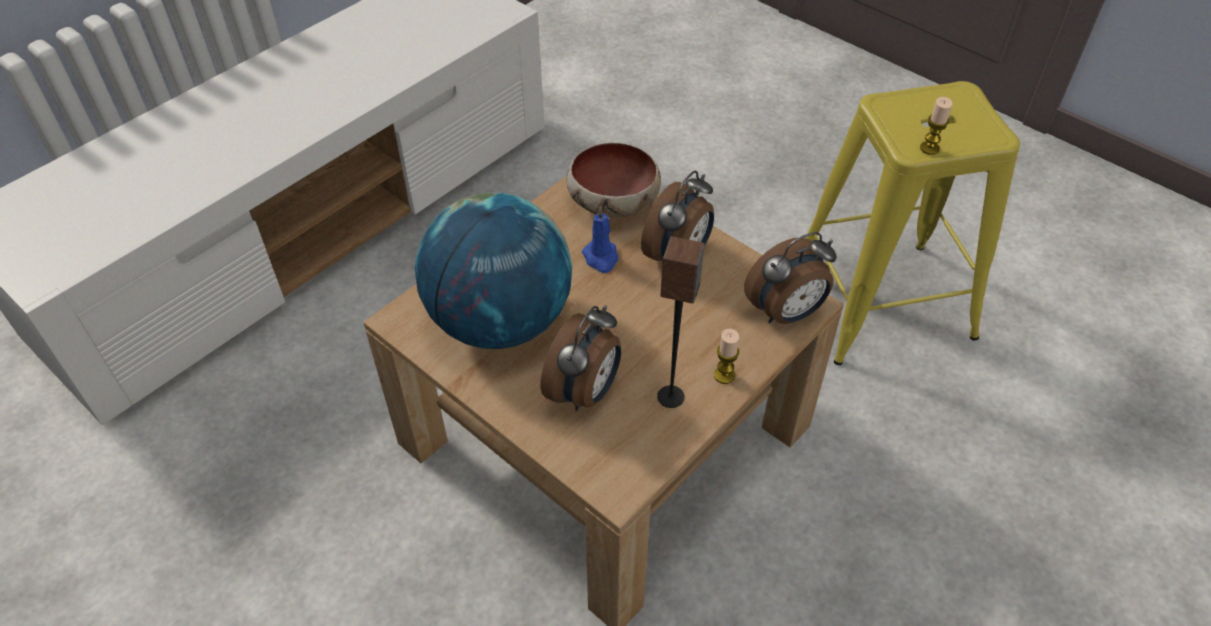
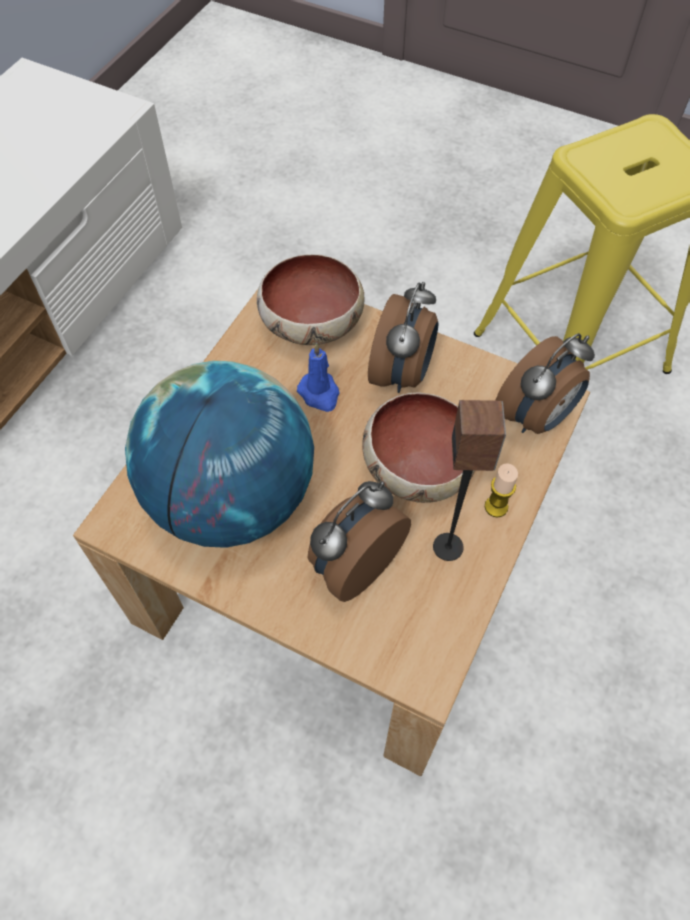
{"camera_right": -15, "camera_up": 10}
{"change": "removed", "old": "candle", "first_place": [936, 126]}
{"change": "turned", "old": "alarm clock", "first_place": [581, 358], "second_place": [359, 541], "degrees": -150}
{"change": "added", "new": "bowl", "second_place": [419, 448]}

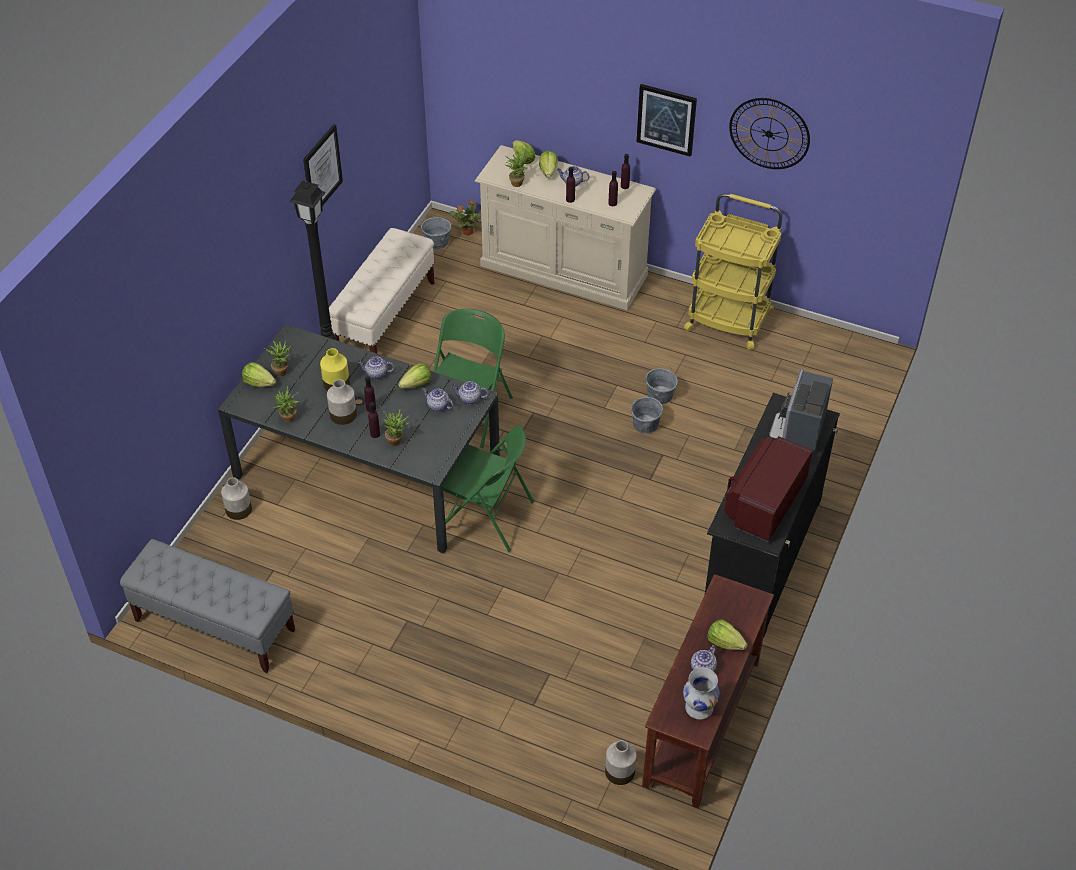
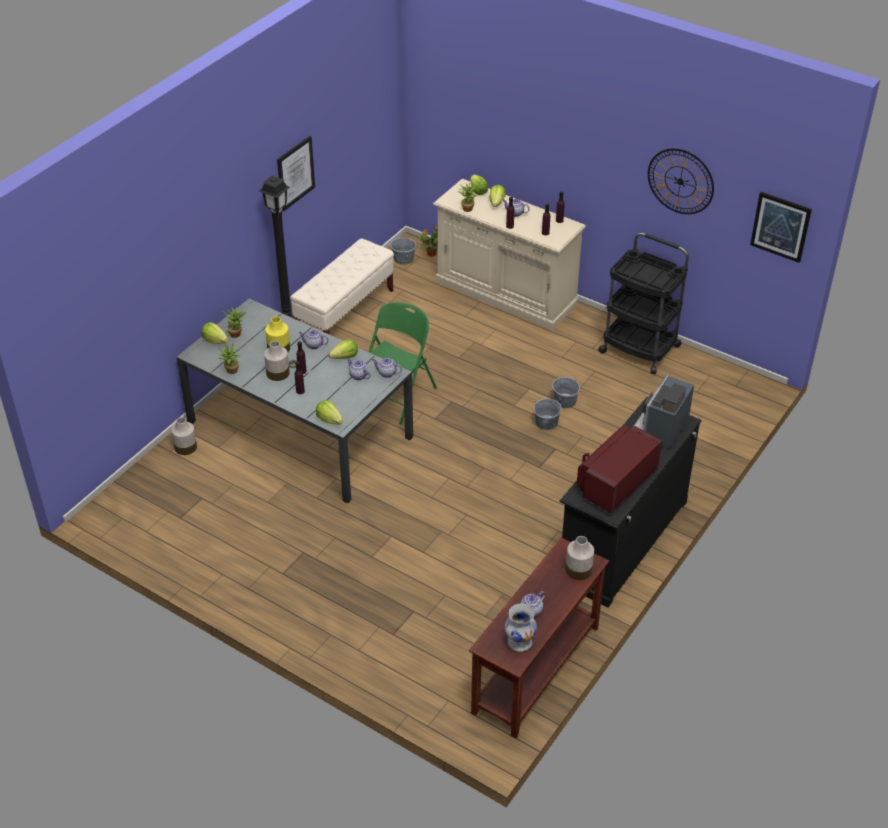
{"camera_right": 10, "camera_up": -5}
{"change": "moved", "old": "picture", "first_place": [667, 120], "second_place": [781, 227]}
{"change": "recoloured", "old": "yellow cart", "new": "black cart", "first_place": [733, 271], "second_place": [643, 303]}
{"change": "removed", "old": "potted plant", "first_place": [396, 428]}
{"change": "removed", "old": "green chair", "first_place": [488, 488]}
{"change": "removed", "old": "grey bench", "first_place": [207, 606]}
{"change": "moved", "old": "lettuce", "first_place": [727, 634], "second_place": [329, 412]}
{"change": "moved", "old": "beige vase", "first_place": [620, 762], "second_place": [579, 558]}

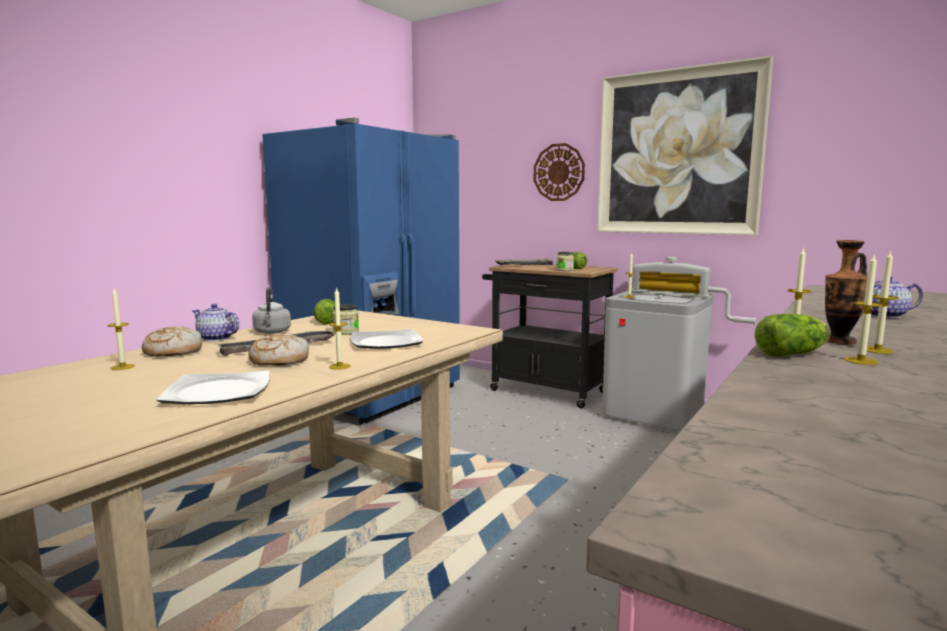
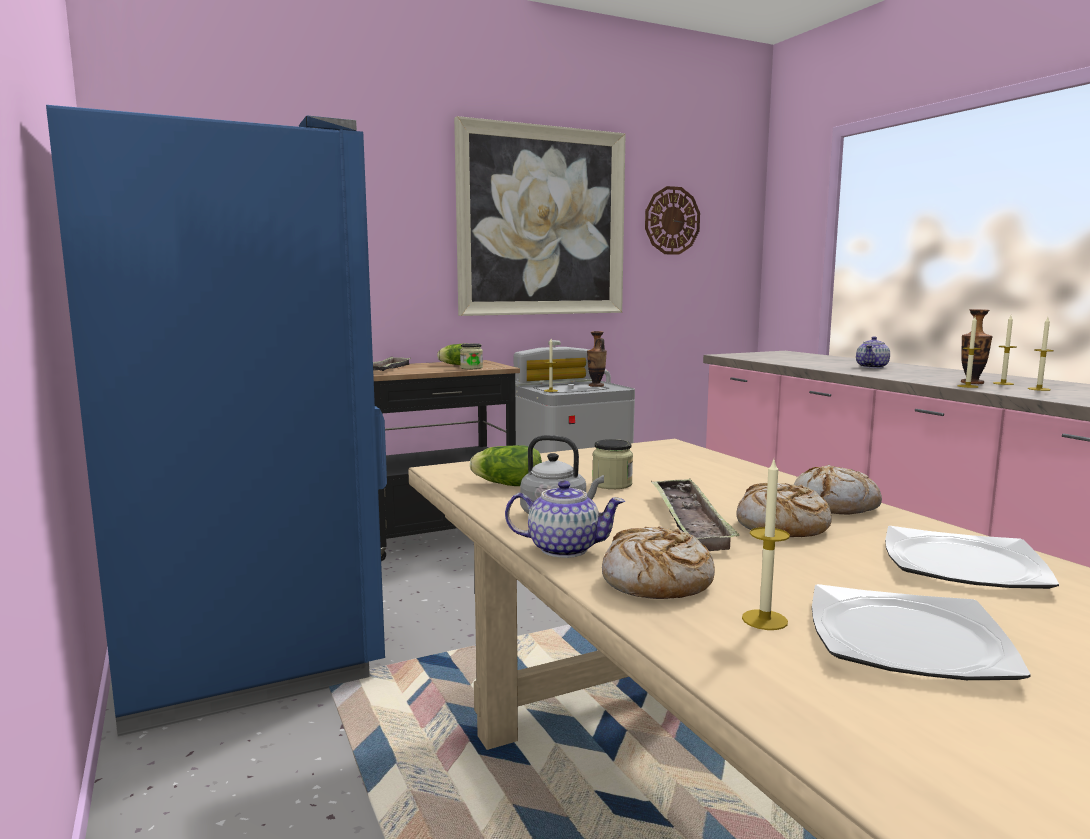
{"camera_right": -60, "camera_up": 0}
{"change": "moved", "old": "wall clock", "first_place": [559, 172], "second_place": [672, 220]}
{"change": "replaced", "old": "candle", "new": "bread", "first_place": [340, 328], "second_place": [837, 489]}
{"change": "turned", "old": "teapot", "first_place": [215, 322], "second_place": [565, 519], "degrees": -135}
{"change": "removed", "old": "lettuce", "first_place": [793, 335]}
{"change": "moved", "old": "plate", "first_place": [387, 339], "second_place": [921, 632]}
{"change": "added", "new": "vase", "second_place": [597, 359]}

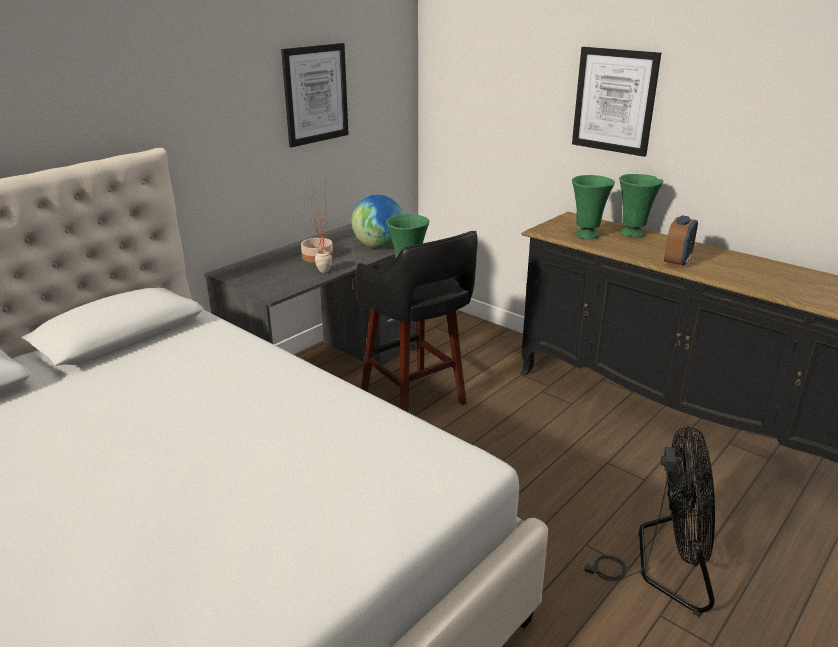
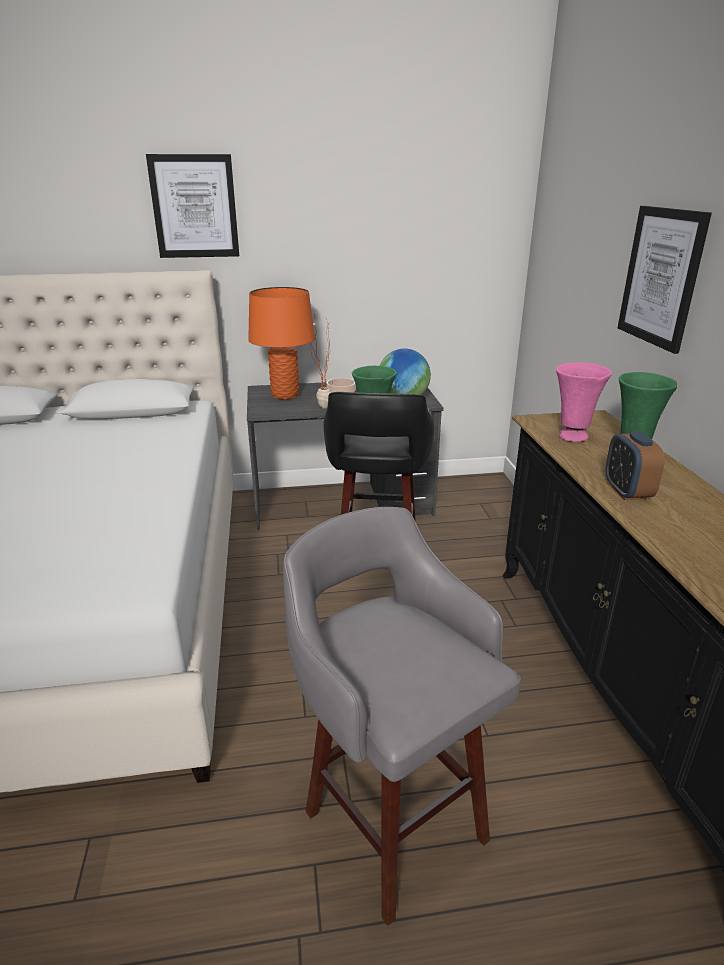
{"camera_right": 40, "camera_up": 0}
{"change": "moved", "old": "picture", "first_place": [315, 95], "second_place": [192, 206]}
{"change": "recoloured", "old": "green vase", "new": "pink vase", "first_place": [593, 207], "second_place": [584, 402]}
{"change": "turned", "old": "alarm clock", "first_place": [681, 241], "second_place": [635, 465], "degrees": 105}
{"change": "replaced", "old": "black fan", "new": "grey stool", "first_place": [648, 521], "second_place": [402, 716]}
{"change": "added", "new": "orange table lamp", "second_place": [281, 343]}

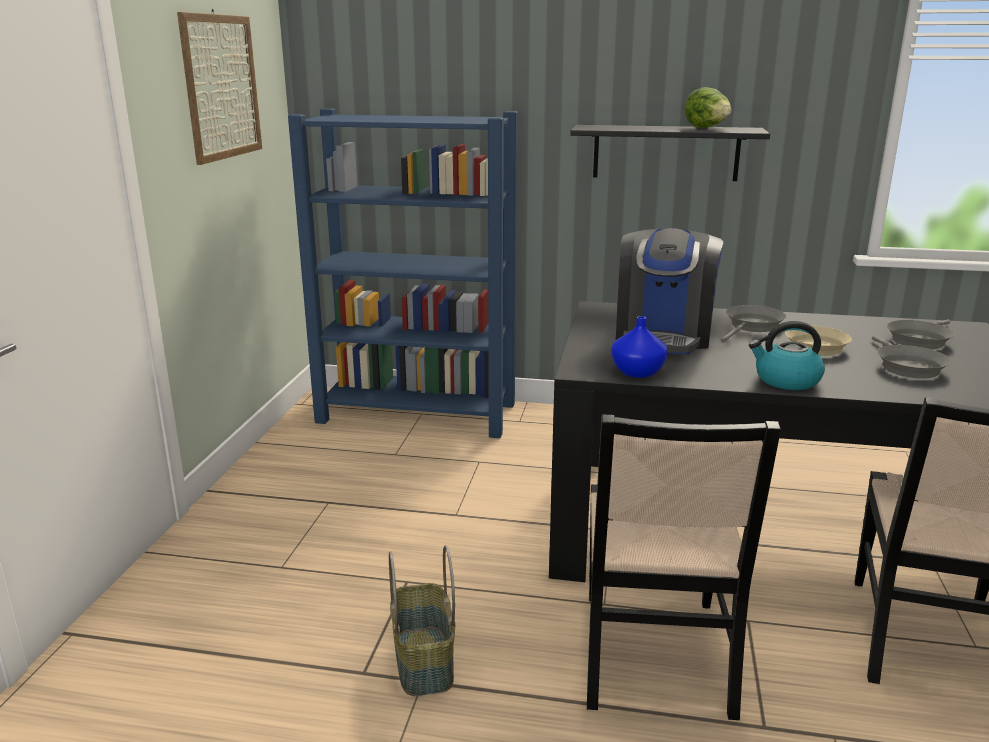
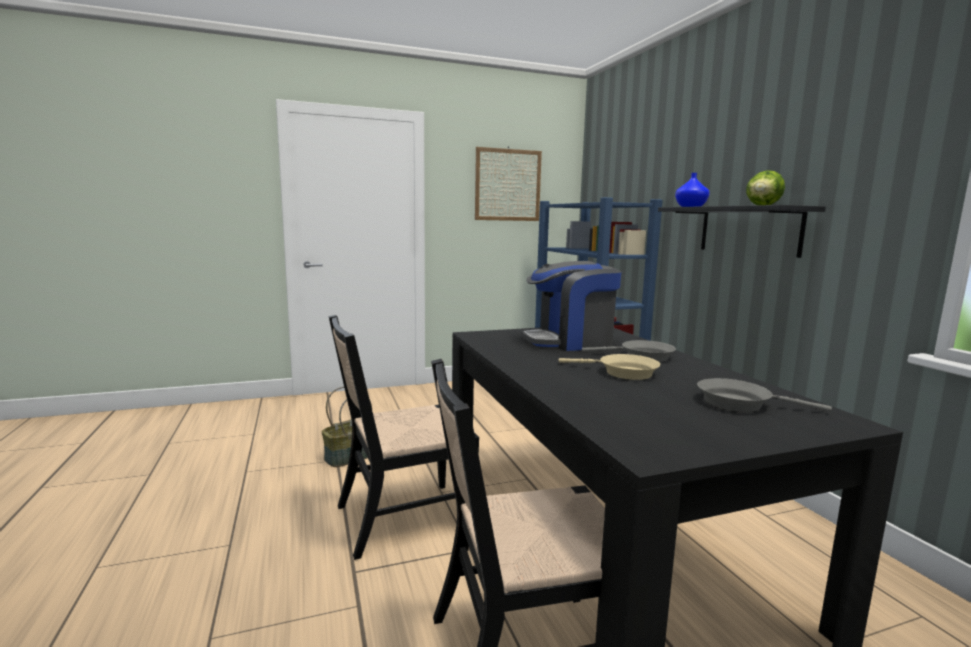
{"camera_right": 60, "camera_up": -10}
{"change": "moved", "old": "blue vase", "first_place": [639, 347], "second_place": [692, 190]}
{"change": "removed", "old": "kettle", "first_place": [787, 355]}
{"change": "removed", "old": "grey frying pan", "first_place": [911, 357]}

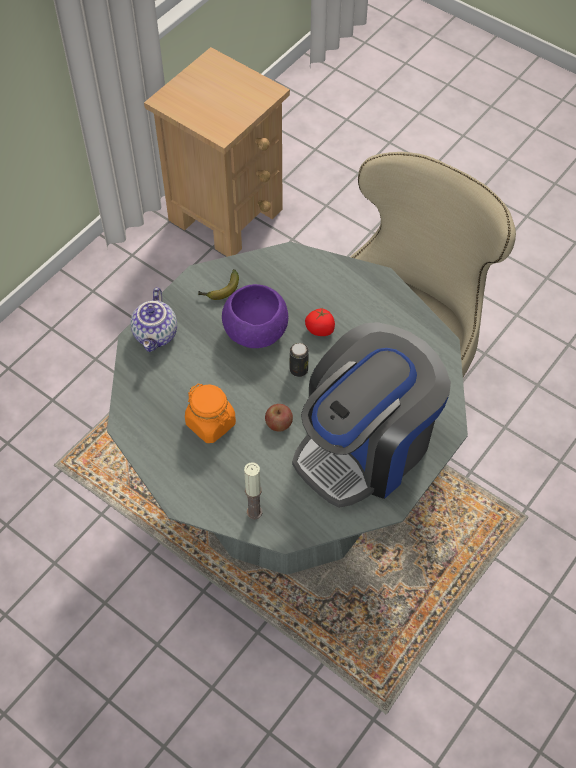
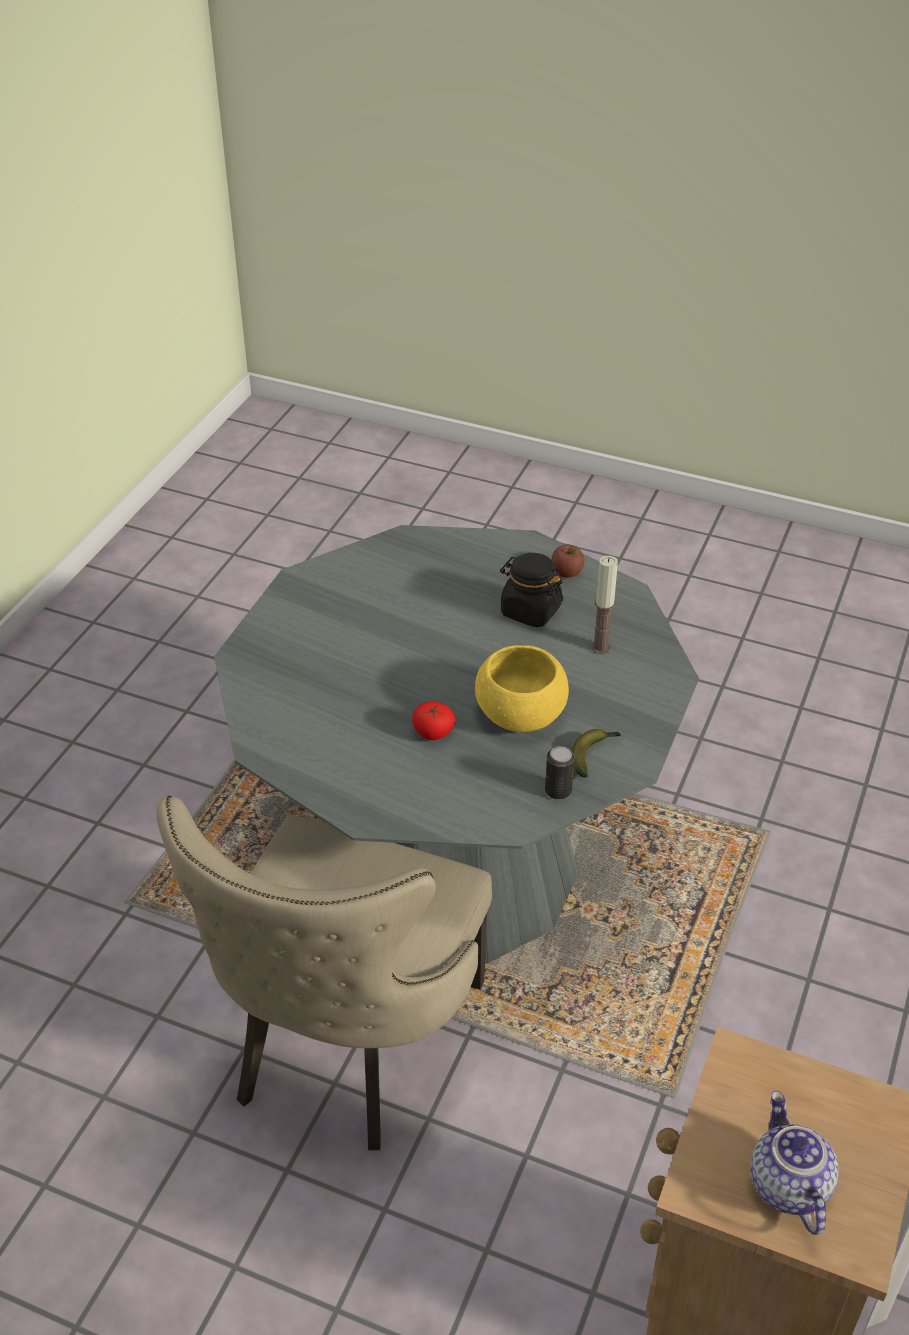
{"camera_right": 165, "camera_up": -15}
{"change": "recoloured", "old": "purple bowl", "new": "yellow bowl", "first_place": [255, 316], "second_place": [522, 688]}
{"change": "moved", "old": "teapot", "first_place": [154, 319], "second_place": [794, 1163]}
{"change": "removed", "old": "coffee machine", "first_place": [371, 415]}
{"change": "moved", "old": "can", "first_place": [299, 360], "second_place": [559, 773]}
{"change": "recoloured", "old": "orange jar", "new": "black jar", "first_place": [210, 413], "second_place": [531, 590]}
{"change": "moved", "old": "apple", "first_place": [279, 418], "second_place": [568, 561]}
{"change": "moved", "old": "candle", "first_place": [253, 490], "second_place": [604, 605]}

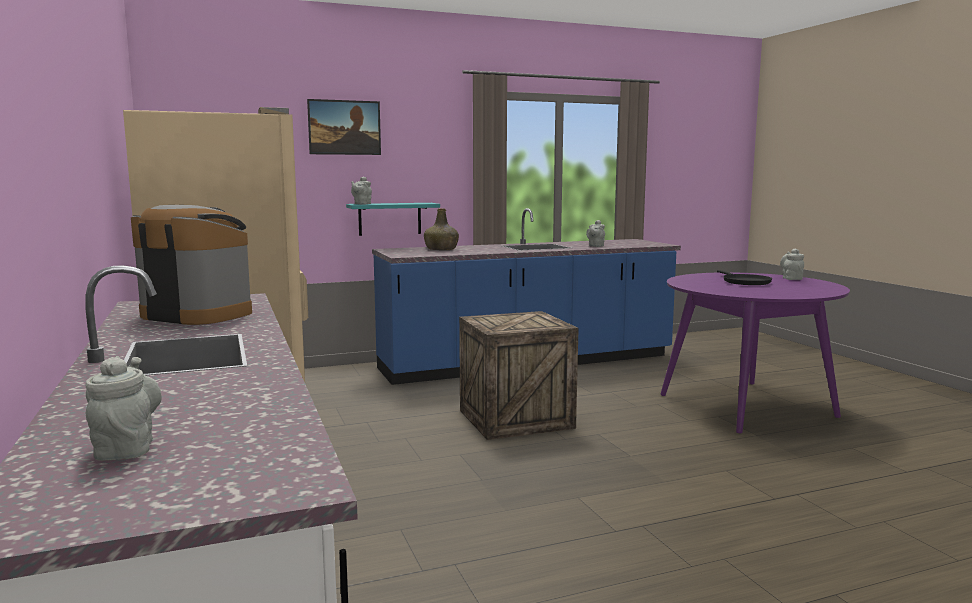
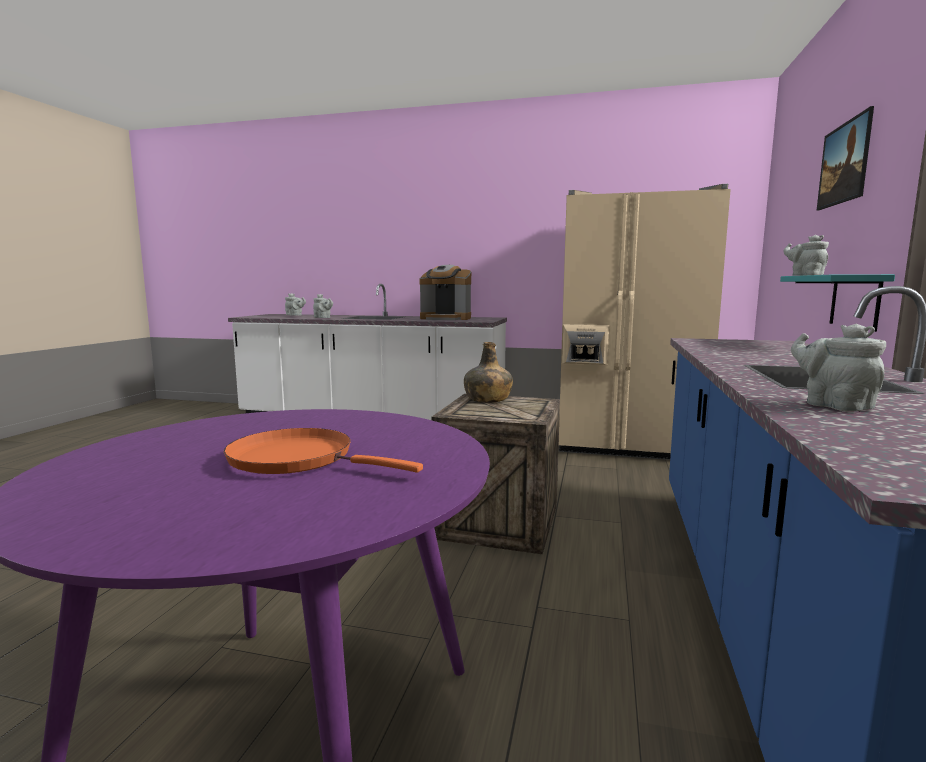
{"camera_right": 125, "camera_up": 0}
{"change": "turned", "old": "coffee machine", "first_place": [191, 265], "second_place": [445, 292], "degrees": 45}
{"change": "moved", "old": "green bottle", "first_place": [441, 229], "second_place": [488, 372]}
{"change": "moved", "old": "grey teapot", "first_place": [792, 264], "second_place": [323, 306]}
{"change": "recoloured", "old": "black frying pan", "new": "orange frying pan", "first_place": [744, 277], "second_place": [323, 451]}

